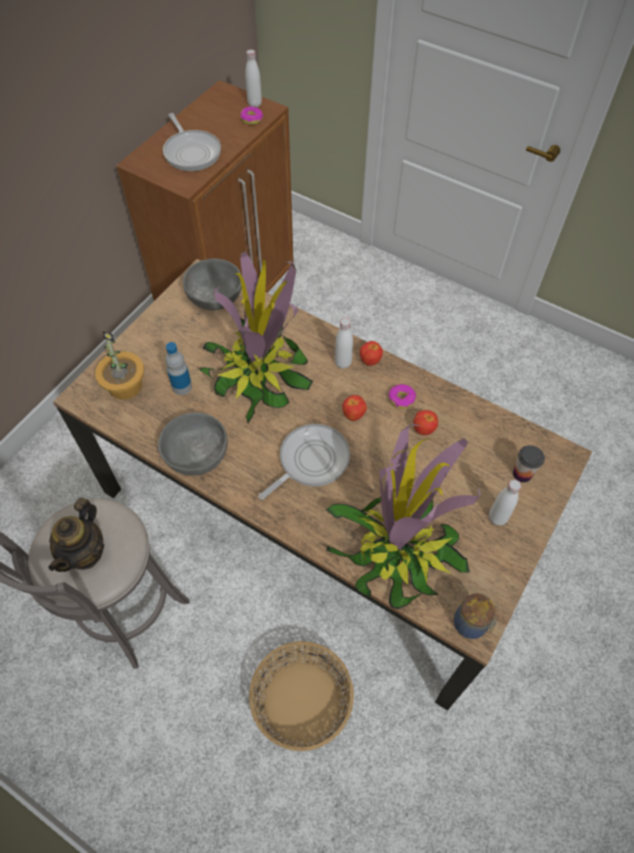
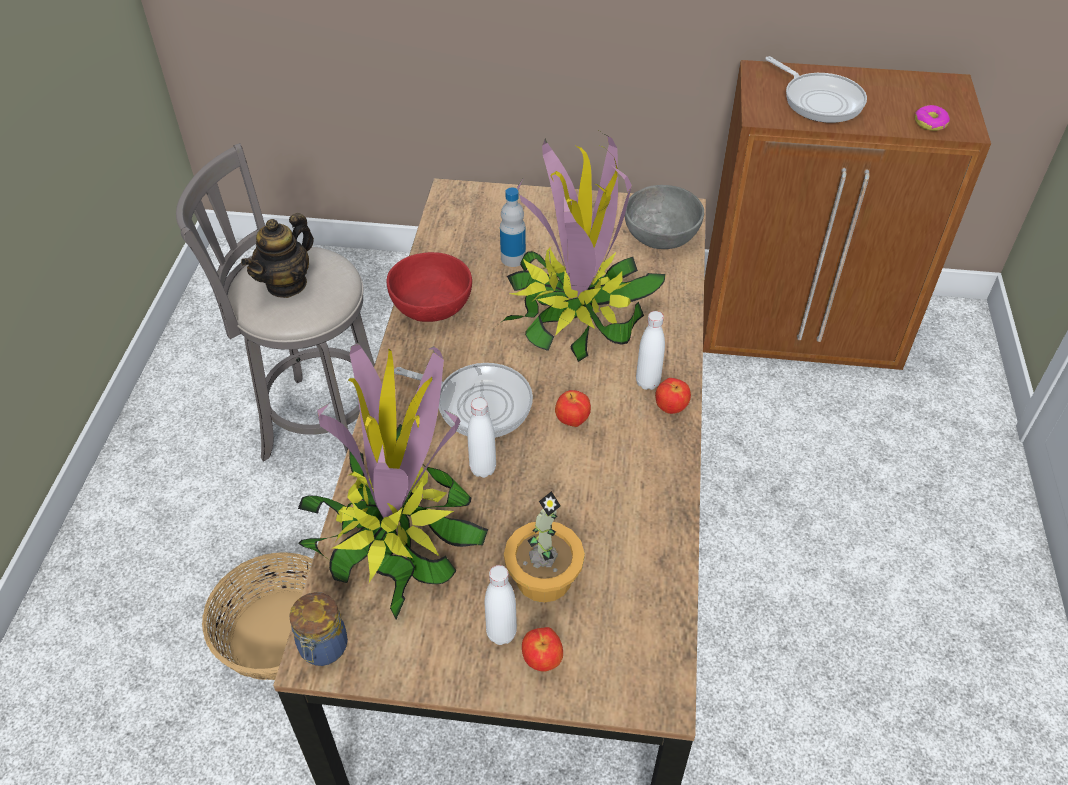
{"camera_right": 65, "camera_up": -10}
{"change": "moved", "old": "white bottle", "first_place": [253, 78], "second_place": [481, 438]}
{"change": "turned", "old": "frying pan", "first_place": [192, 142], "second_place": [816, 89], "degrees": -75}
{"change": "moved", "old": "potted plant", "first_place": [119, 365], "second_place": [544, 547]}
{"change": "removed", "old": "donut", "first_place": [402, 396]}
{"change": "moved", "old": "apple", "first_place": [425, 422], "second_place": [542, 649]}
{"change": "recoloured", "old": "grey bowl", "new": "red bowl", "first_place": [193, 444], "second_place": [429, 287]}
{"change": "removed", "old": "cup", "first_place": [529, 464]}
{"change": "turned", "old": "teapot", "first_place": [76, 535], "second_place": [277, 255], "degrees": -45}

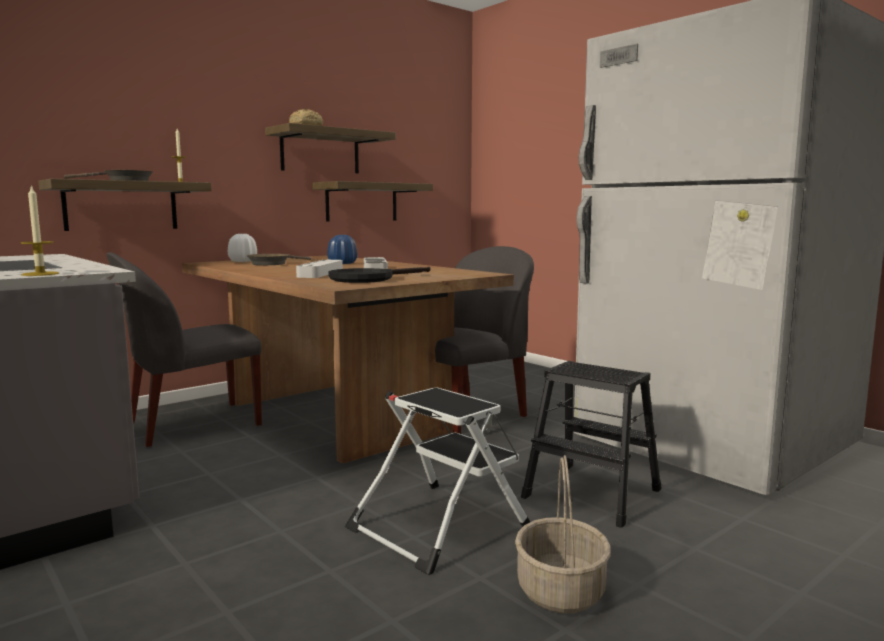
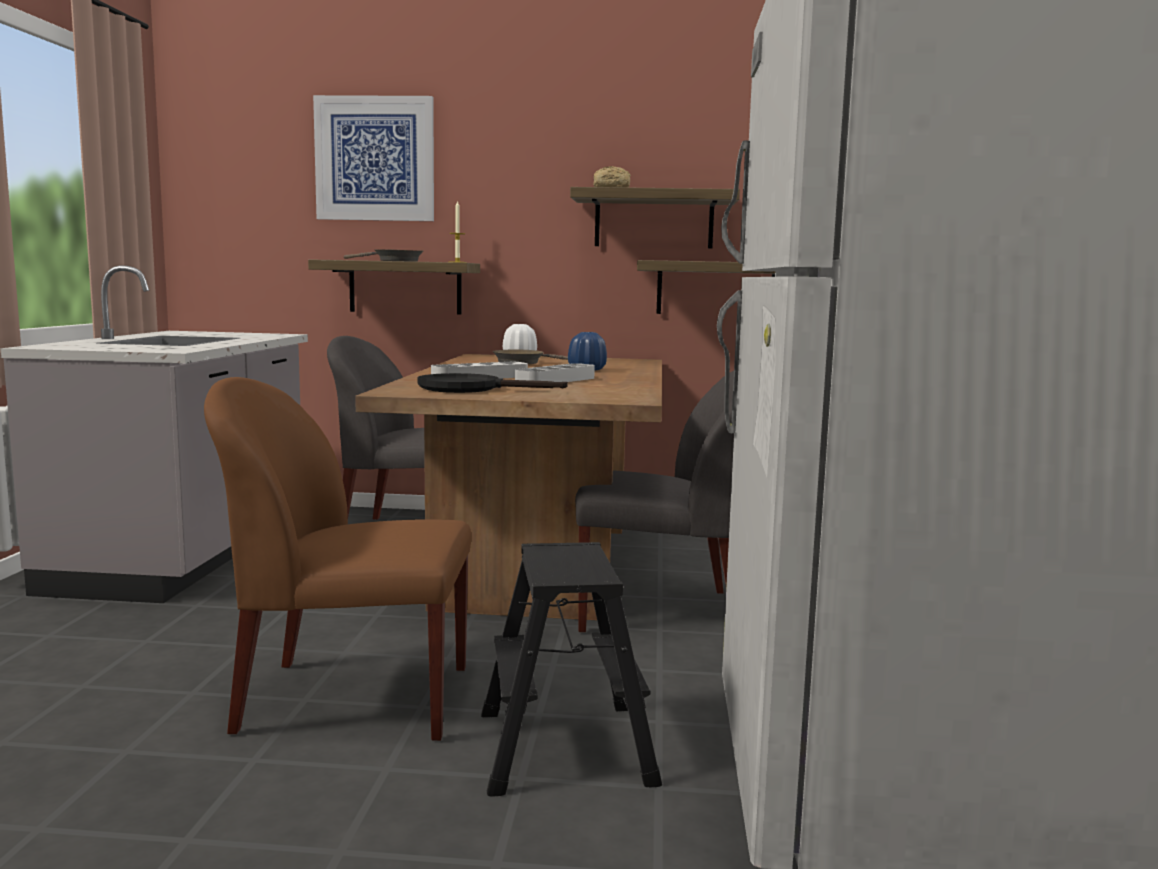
{"camera_right": 45, "camera_up": 0}
{"change": "removed", "old": "candle", "first_place": [40, 230]}
{"change": "replaced", "old": "step ladder", "new": "brown chair", "first_place": [437, 481], "second_place": [337, 559]}
{"change": "removed", "old": "basket", "first_place": [563, 534]}
{"change": "added", "new": "picture", "second_place": [373, 158]}

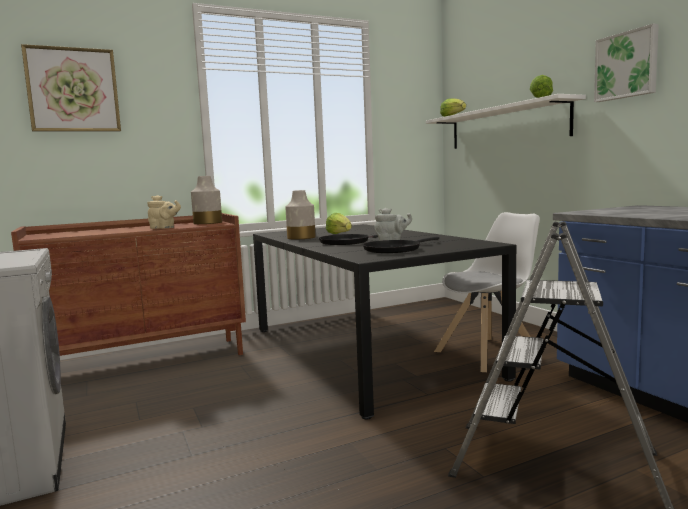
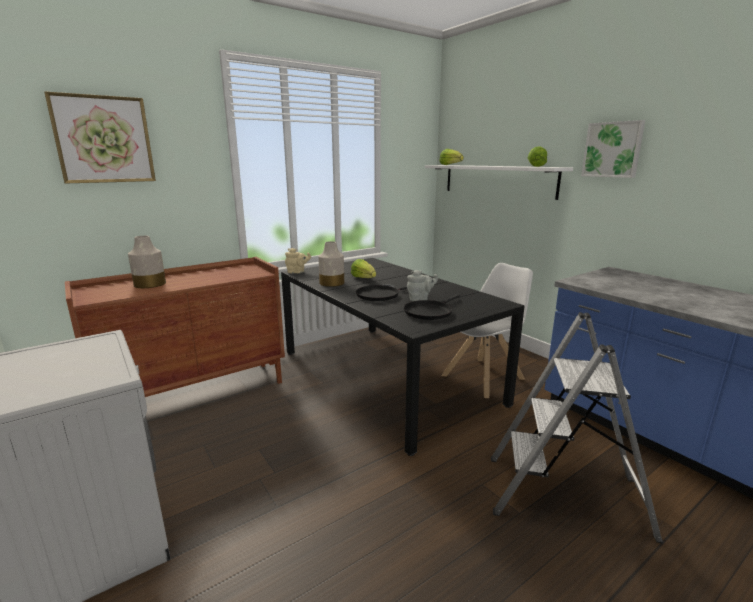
{"camera_right": -10, "camera_up": 10}
{"change": "moved", "old": "beige vase", "first_place": [206, 200], "second_place": [147, 262]}
{"change": "moved", "old": "beige teapot", "first_place": [164, 212], "second_place": [298, 260]}

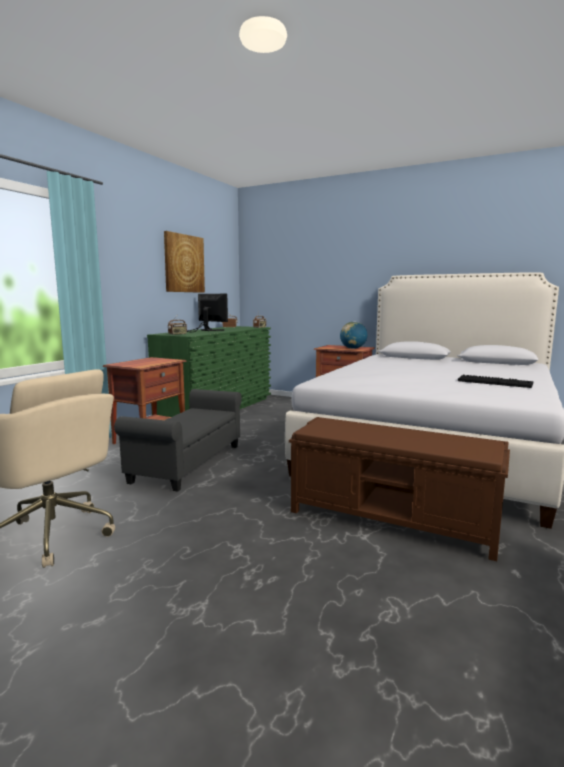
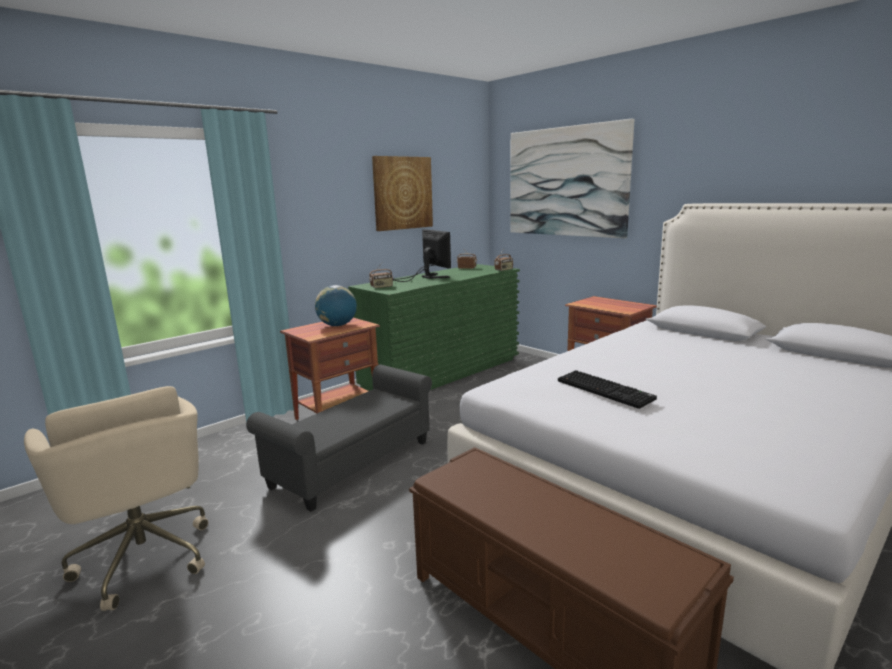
{"camera_right": 20, "camera_up": 5}
{"change": "moved", "old": "globe", "first_place": [353, 335], "second_place": [336, 305]}
{"change": "moved", "old": "keyboard", "first_place": [496, 381], "second_place": [607, 389]}
{"change": "added", "new": "picture", "second_place": [572, 179]}

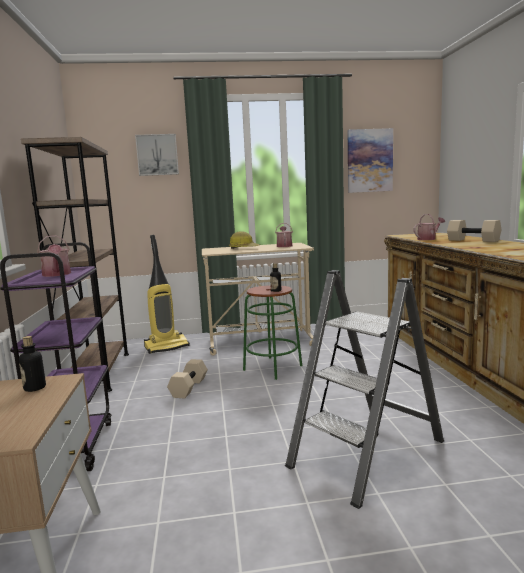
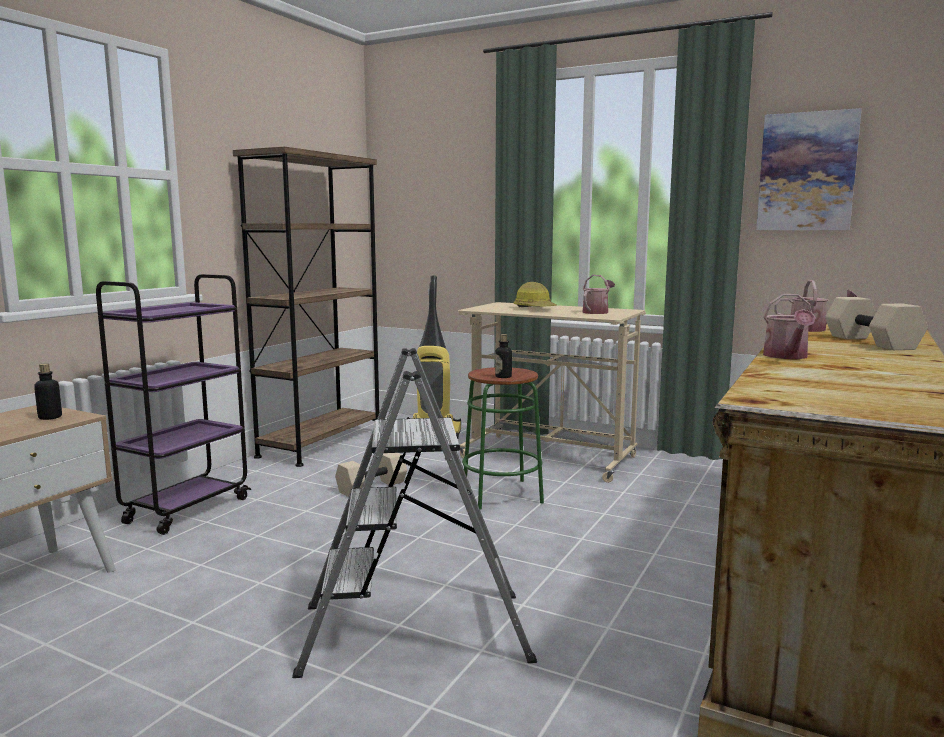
{"camera_right": 35, "camera_up": 0}
{"change": "removed", "old": "picture", "first_place": [157, 155]}
{"change": "moved", "old": "watering can", "first_place": [54, 256], "second_place": [789, 326]}

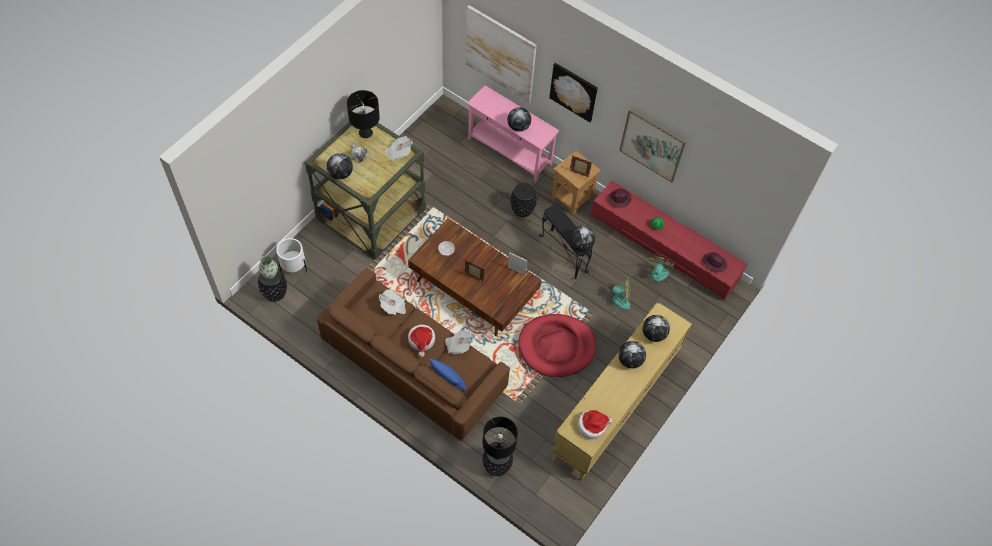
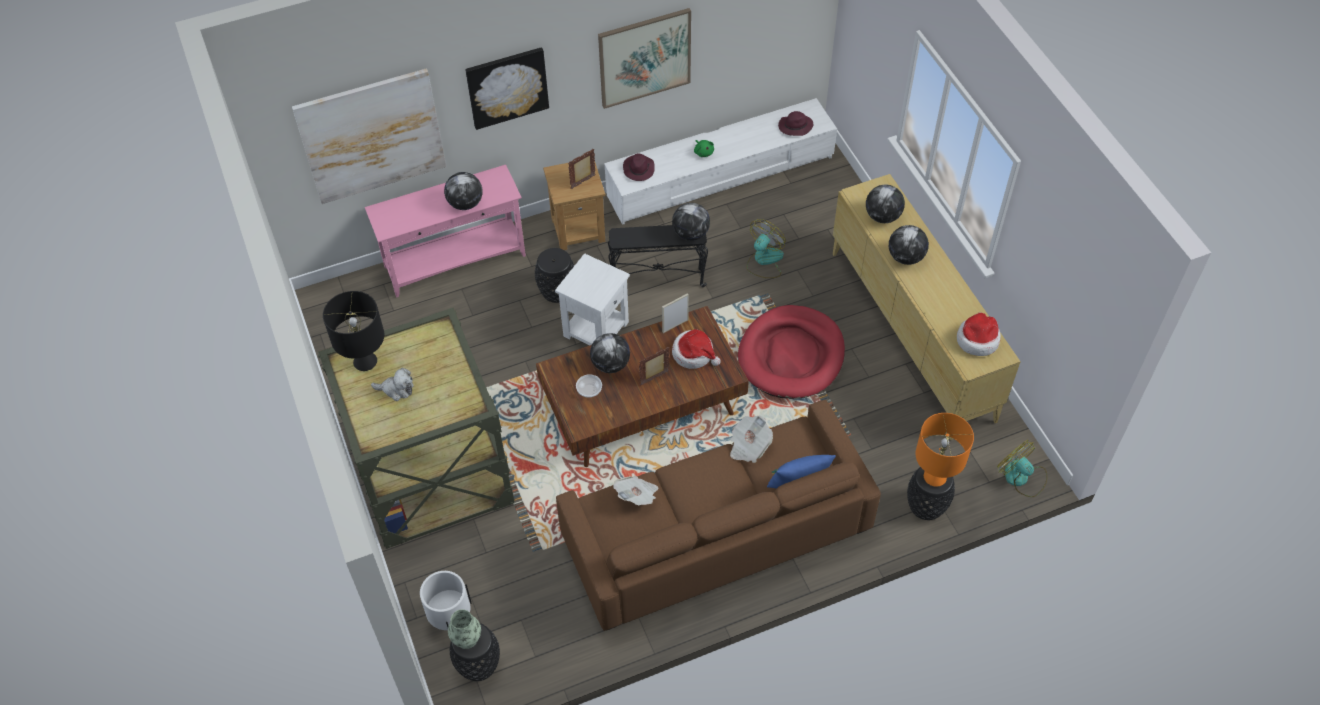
{"camera_right": -55, "camera_up": -5}
{"change": "removed", "old": "newspaper", "first_place": [399, 148]}
{"change": "moved", "old": "globe", "first_place": [340, 166], "second_place": [610, 353]}
{"change": "recoloured", "old": "red tv stand", "new": "white tv stand", "first_place": [669, 240], "second_place": [720, 161]}
{"change": "moved", "old": "fan", "first_place": [660, 272], "second_place": [1022, 468]}
{"change": "moved", "old": "hat", "first_place": [421, 341], "second_place": [696, 349]}
{"change": "recoloured", "old": "black table lamp", "new": "orange table lamp", "first_place": [500, 438], "second_place": [944, 450]}
{"change": "added", "new": "white side table", "second_place": [592, 299]}

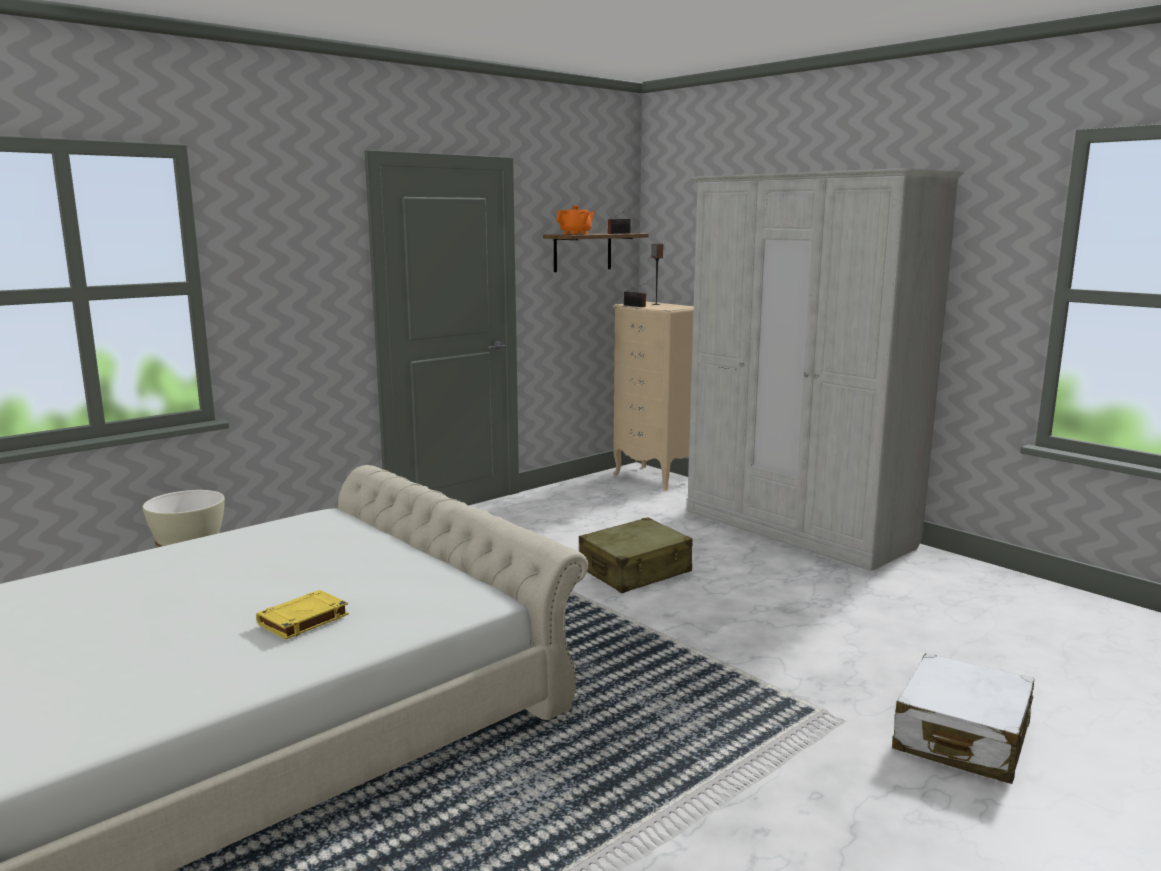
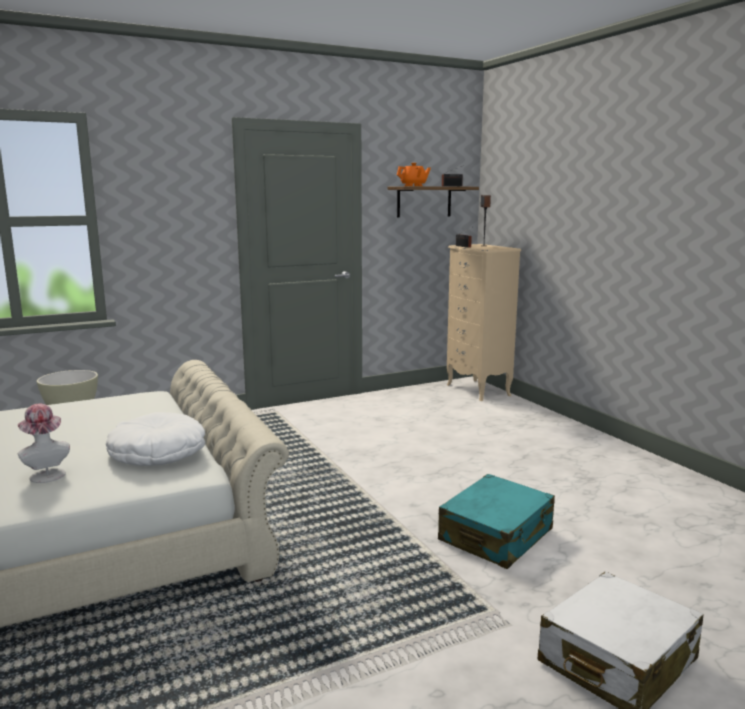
{"camera_right": 15, "camera_up": 0}
{"change": "removed", "old": "white wardrobe", "first_place": [825, 369]}
{"change": "removed", "old": "beige suitcase", "first_place": [635, 555]}
{"change": "replaced", "old": "yellow book", "new": "hat", "first_place": [302, 615], "second_place": [44, 443]}
{"change": "added", "new": "white pillow", "second_place": [155, 439]}
{"change": "added", "new": "turquoise suitcase", "second_place": [496, 521]}

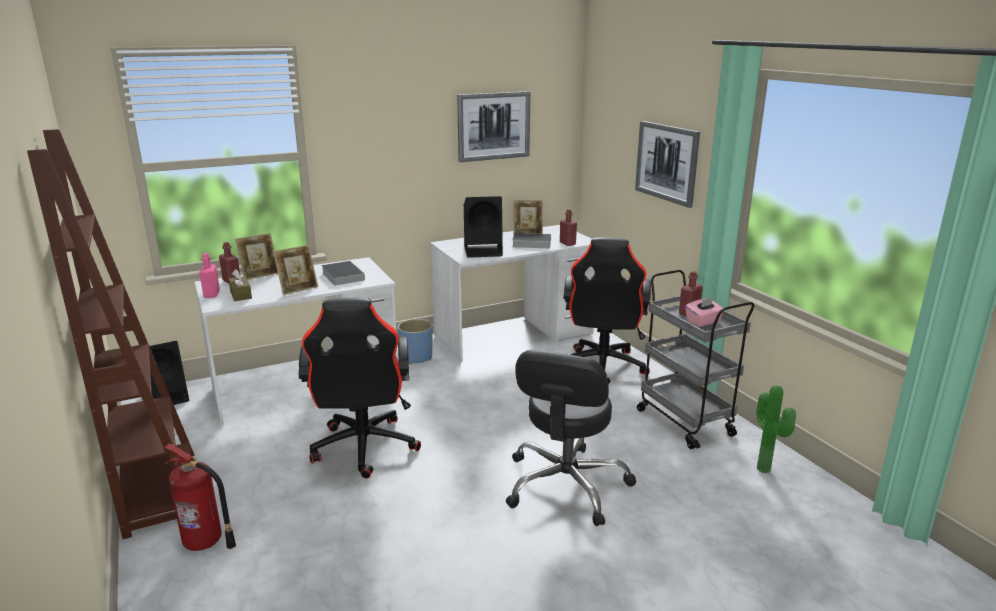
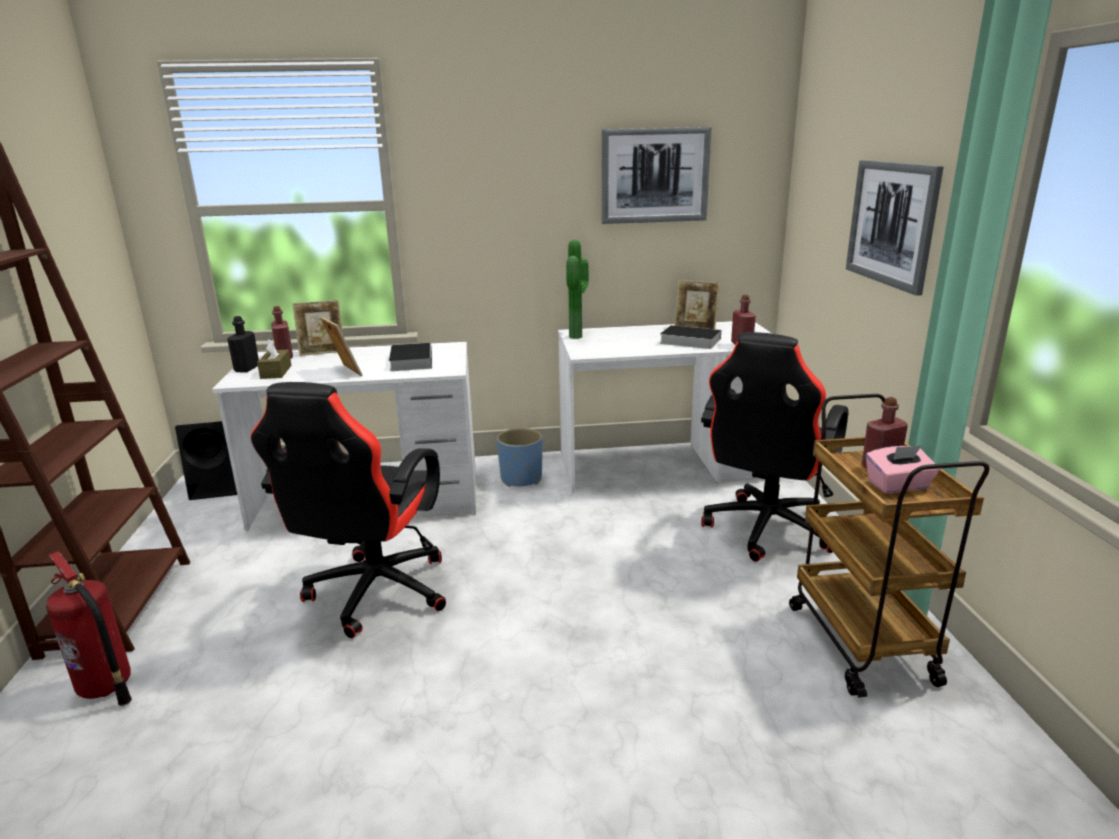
{"camera_right": 20, "camera_up": 0}
{"change": "removed", "old": "black speaker", "first_place": [483, 227]}
{"change": "turned", "old": "picture frame", "first_place": [295, 270], "second_place": [341, 346], "degrees": -105}
{"change": "recoloured", "old": "pink bottle", "new": "black bottle", "first_place": [209, 275], "second_place": [243, 344]}
{"change": "recoloured", "old": "grey cart", "new": "brown cart", "first_place": [695, 359], "second_place": [889, 545]}
{"change": "removed", "old": "black office chair", "first_place": [571, 438]}
{"change": "moved", "old": "potted plant", "first_place": [776, 429], "second_place": [577, 289]}

